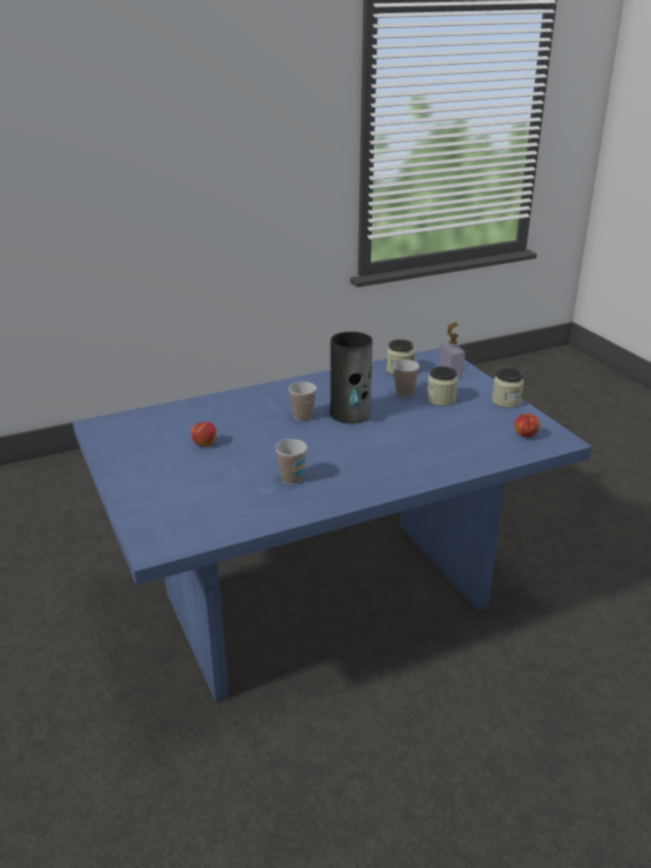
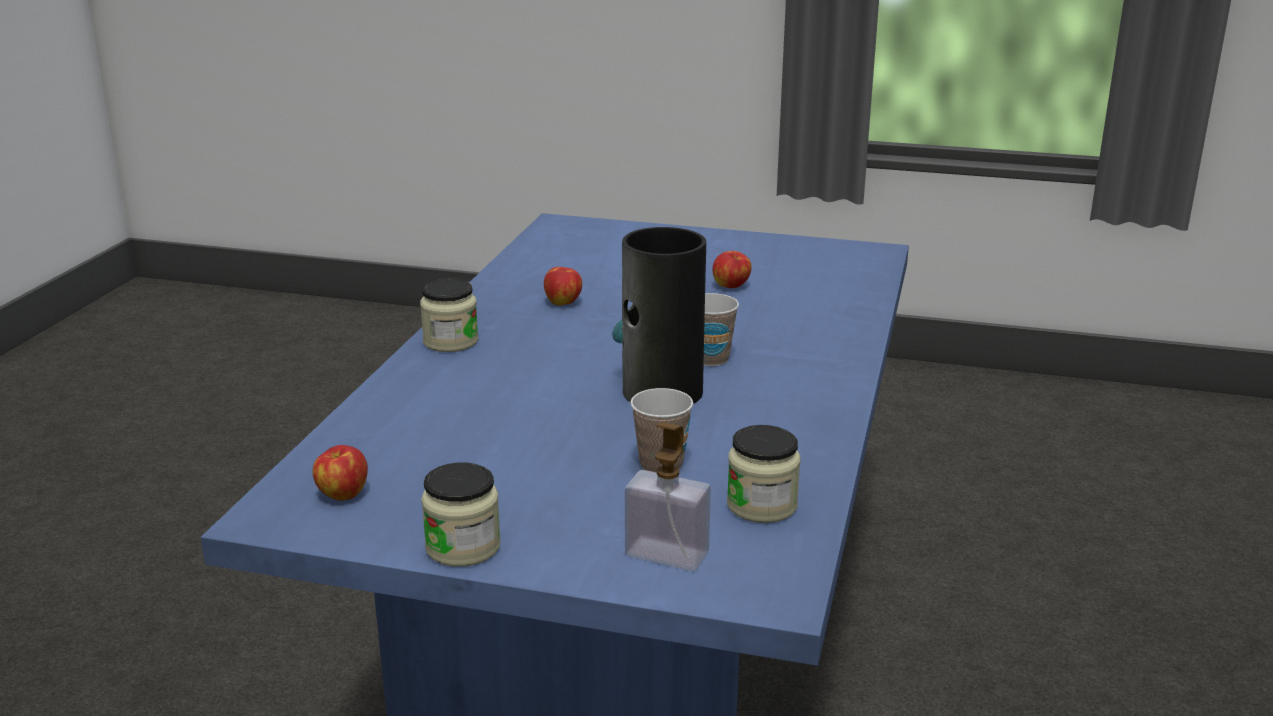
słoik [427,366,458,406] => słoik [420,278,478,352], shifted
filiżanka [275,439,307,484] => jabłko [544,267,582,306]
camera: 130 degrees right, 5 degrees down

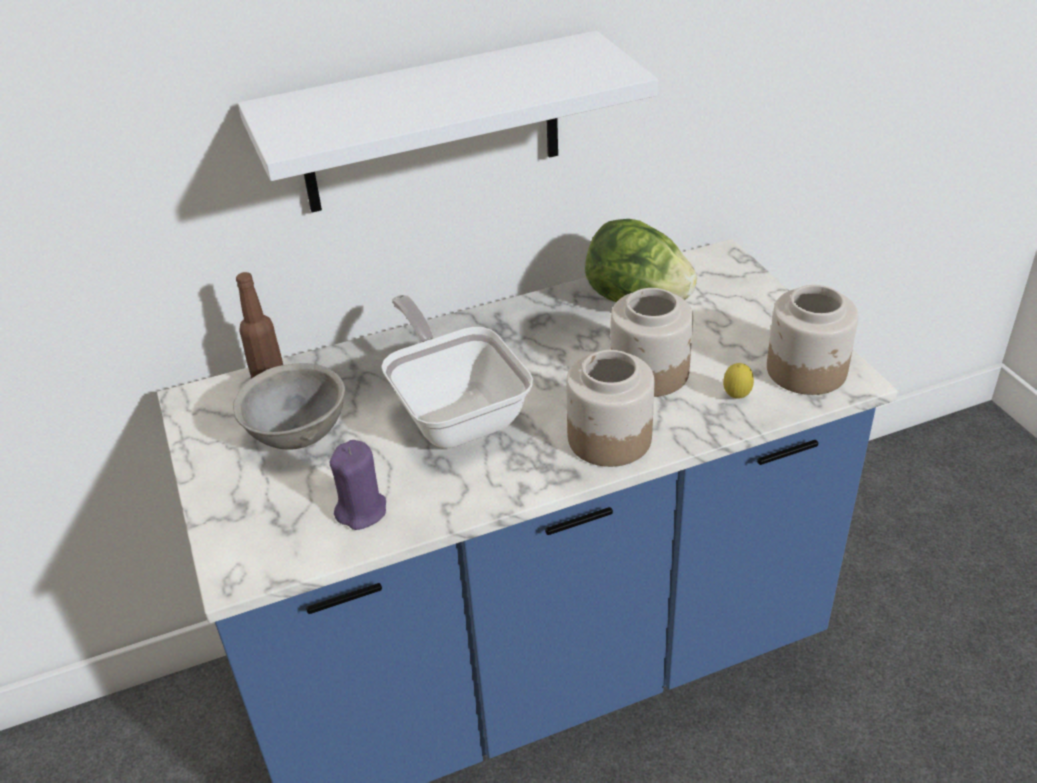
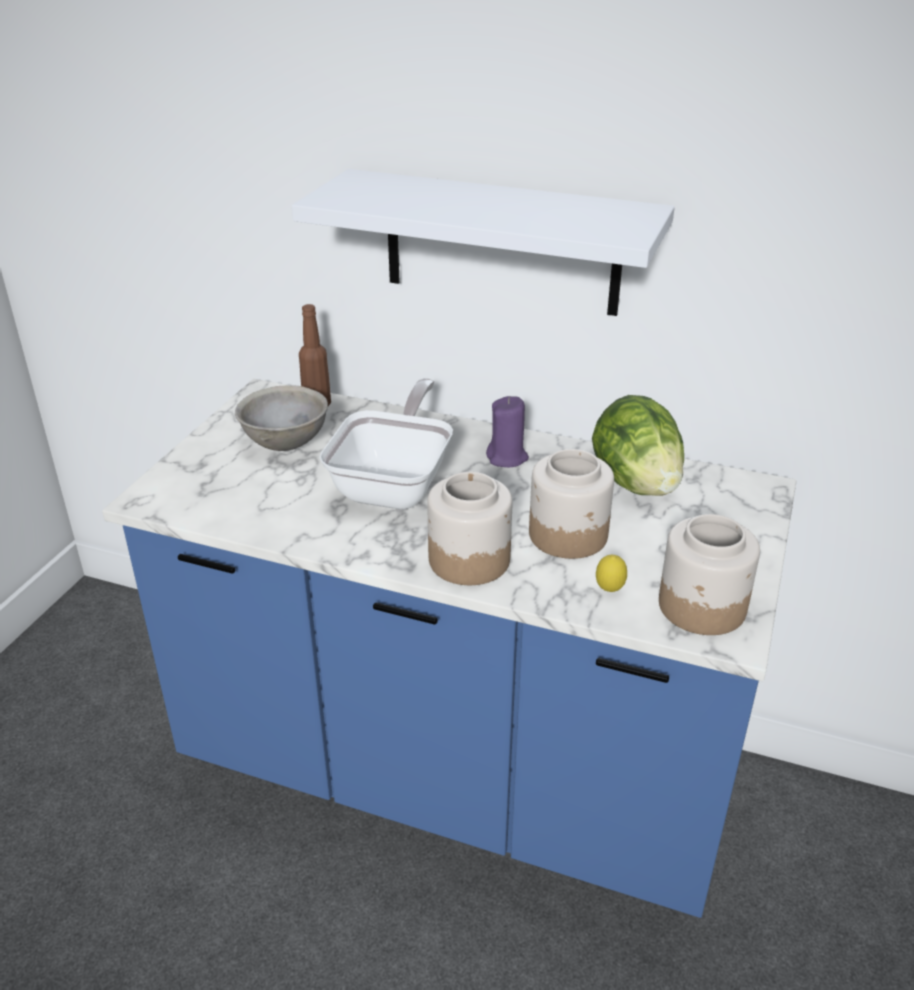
świeca (fioletowy) [329,440,386,530] => świeca (fioletowy) [486,396,529,467], shifted
camera: 40 degrees right, 5 degrees down

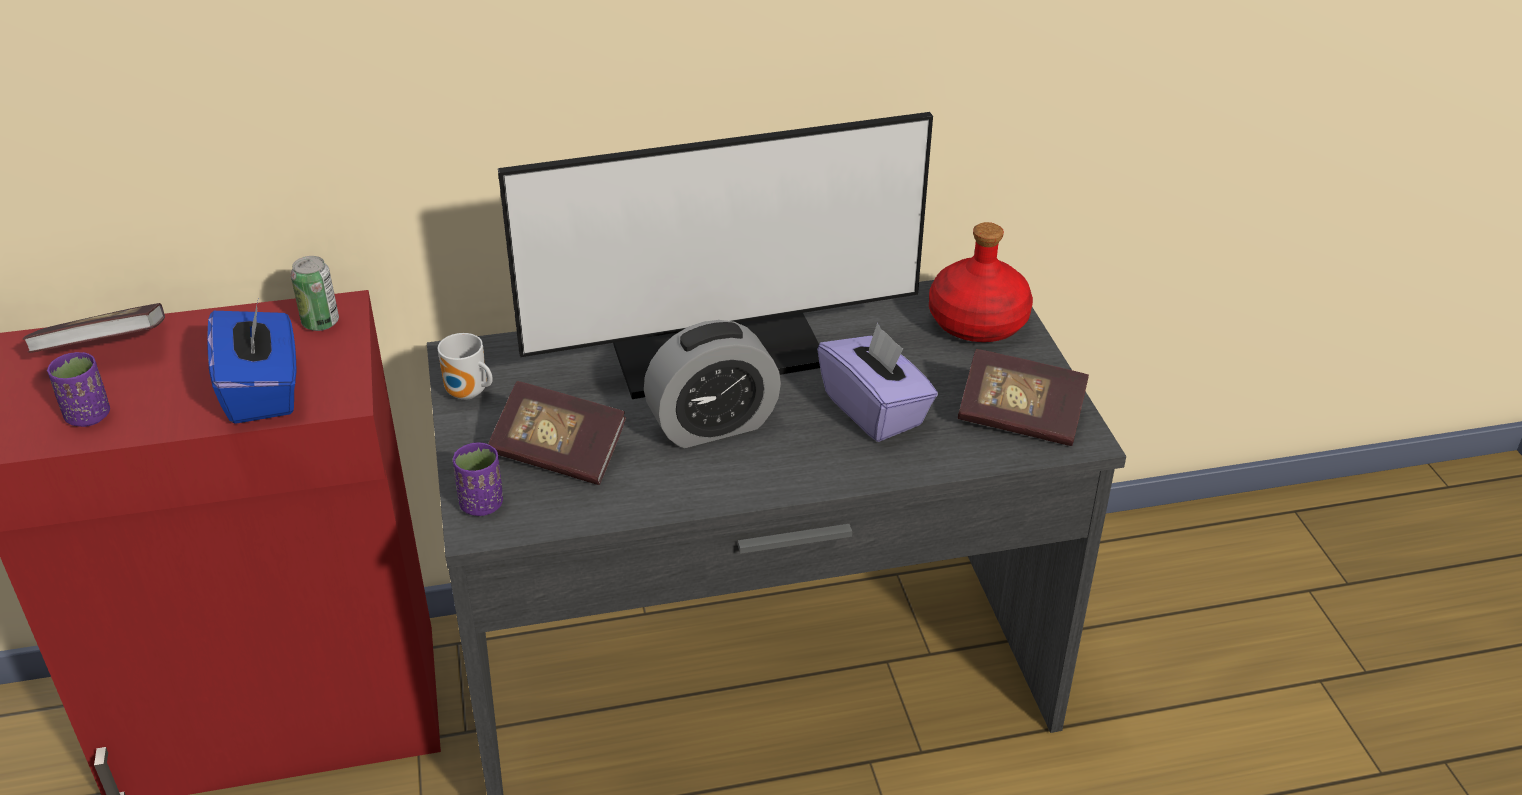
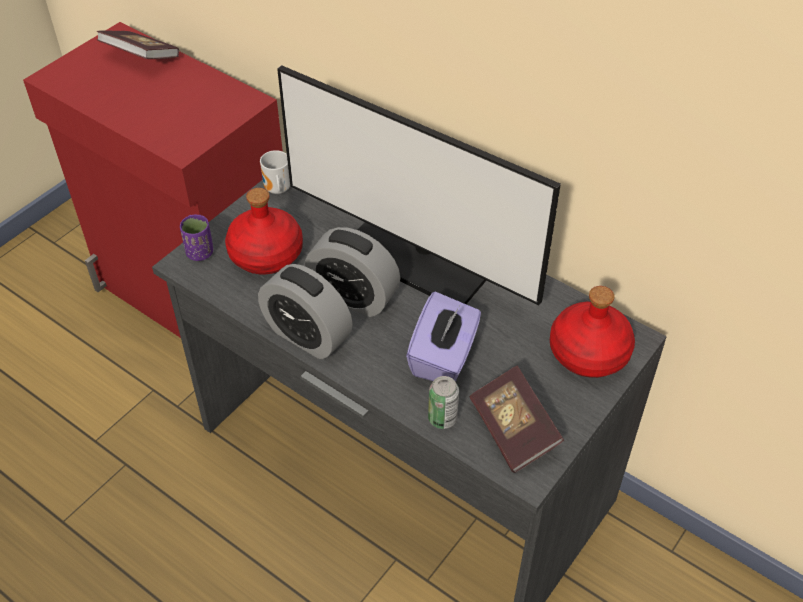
filiżanka (fioletowy) [47,352,110,427] => nothing
pudełko chusteczek (niebieski) [207,301,297,424] => nothing
nothing => budzik [258,264,353,359]
puszka [291,256,339,331] => puszka [428,376,459,429], shifted
książka [488,381,626,485] => butelka (czerwony) [225,188,303,274]
camera: 50 degrees right, 10 degrees up

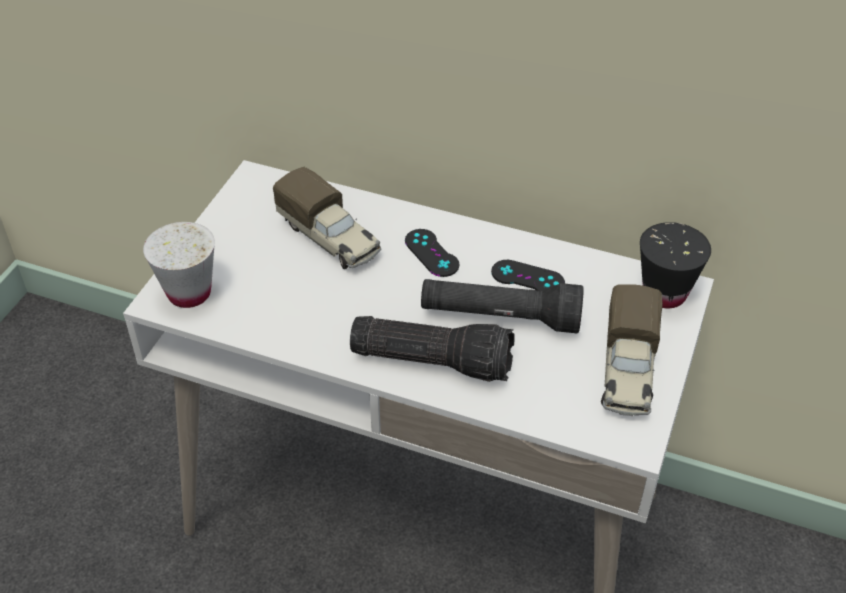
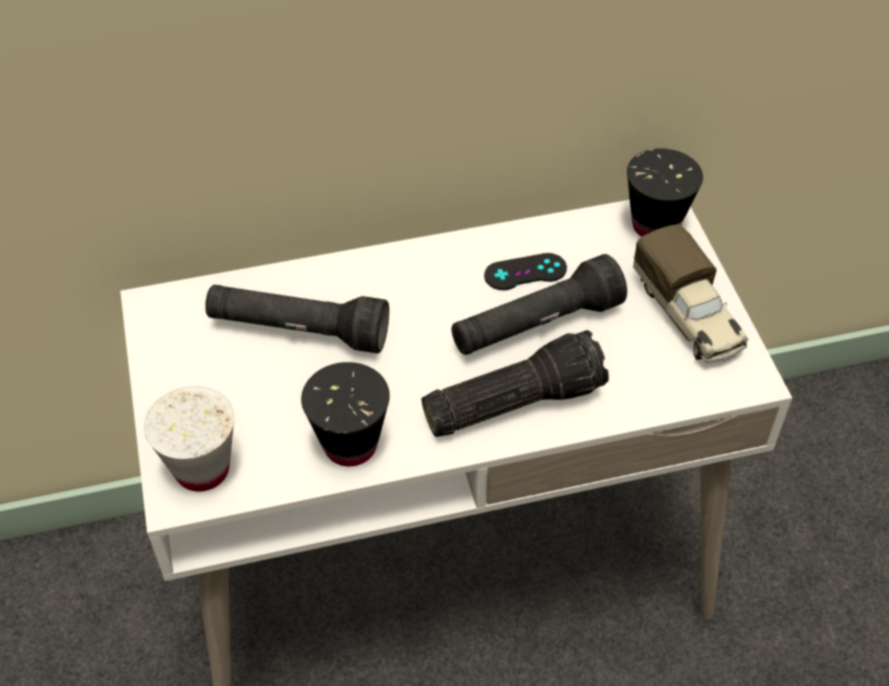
pad do gier (czarny) [405,229,459,277] => nothing
nothing => filiżanka (czarny) [301,362,390,466]
ciężarówka zabawkowa [273,167,381,269] => latarka (czarny) [205,285,389,354]
camera: 35 degrees left, 5 degrees up

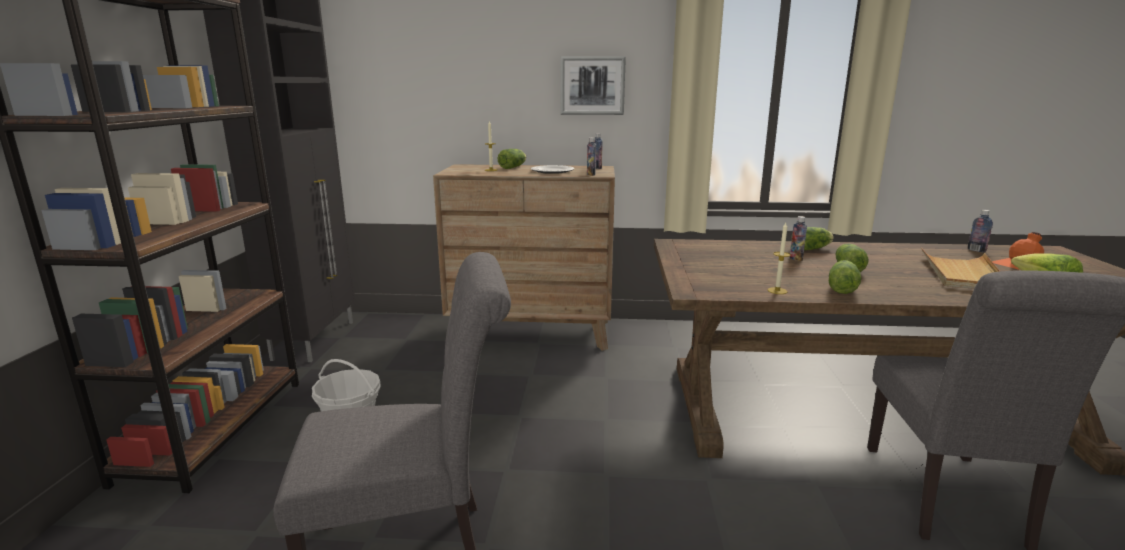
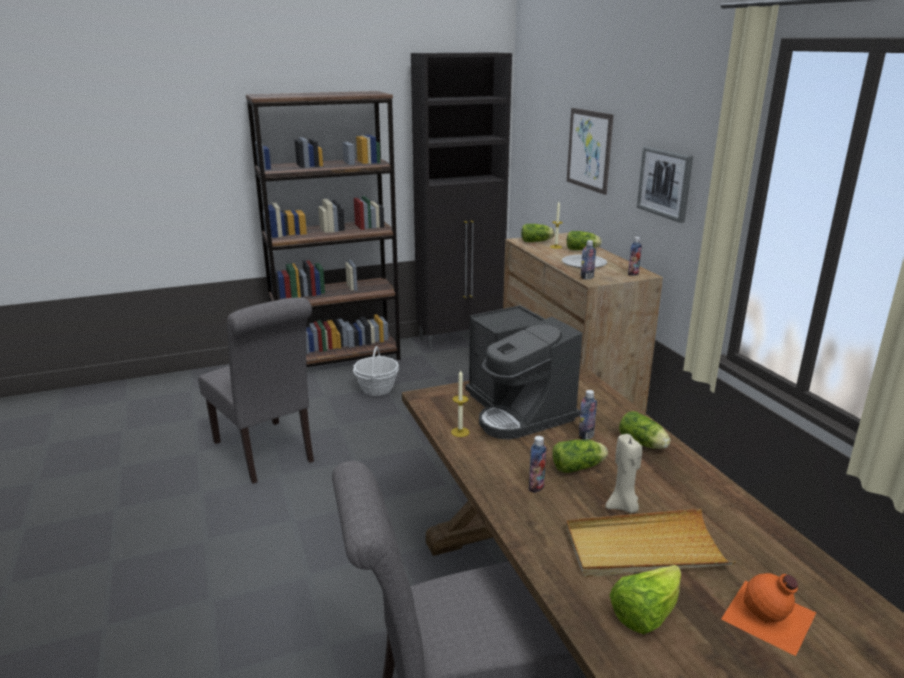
nothing => ekspres do kawy [465,305,582,439]
nothing => obraz [567,108,614,195]
nothing => świeca (beżowy) [606,434,642,513]
sałata [829,260,862,294] => sałata [521,224,555,242], shifted
butelka [968,210,993,253] => butelka [529,436,547,493], shifted
camera: 65 degrees right, 5 degrees up

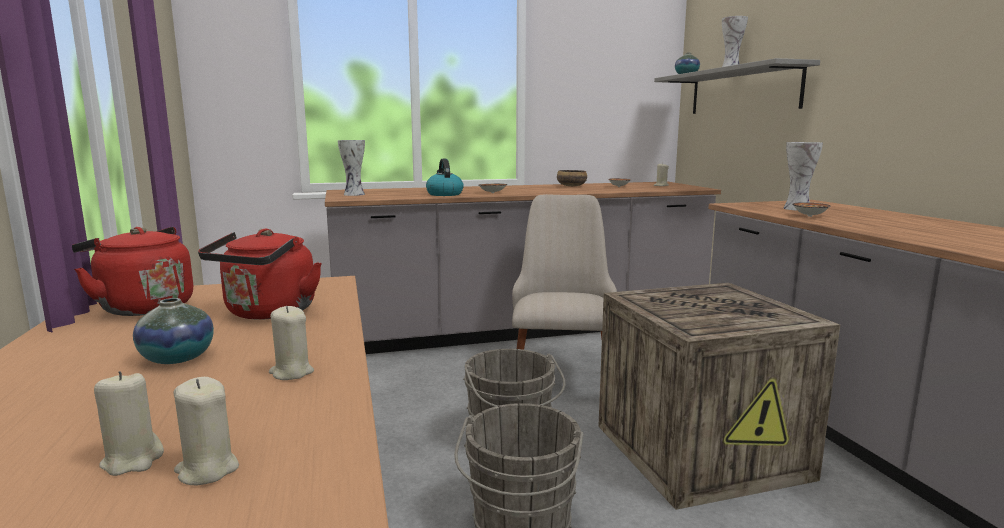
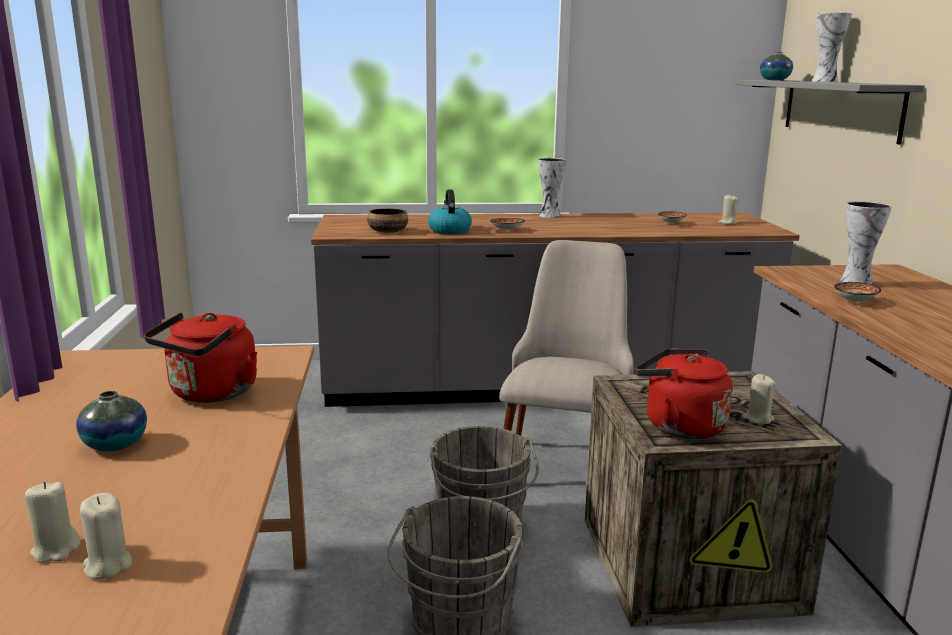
czajnik (czerwony) [72,227,193,316] => czajnik (czerwony) [635,349,733,439], shifted
świeca (beżowy) [269,306,314,380] => świeca (beżowy) [742,374,776,424], shifted
wazon [338,140,365,196] => wazon [538,158,566,218], shifted
miska [557,170,587,186] => miska [367,208,408,233], shifted
camera: 10 degrees right, 5 degrees up

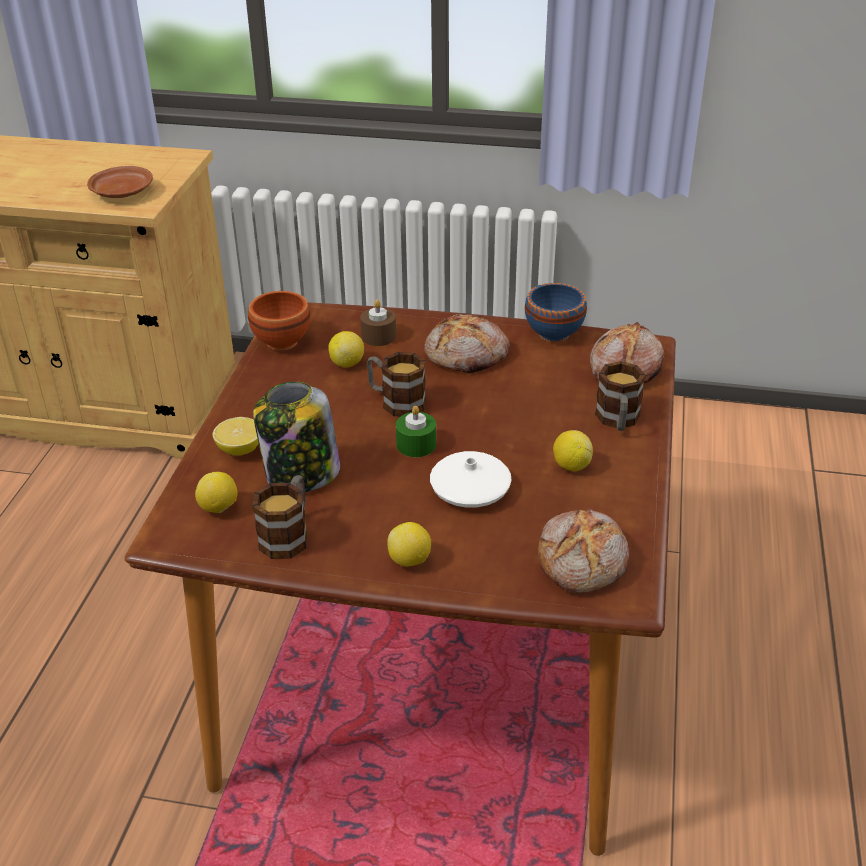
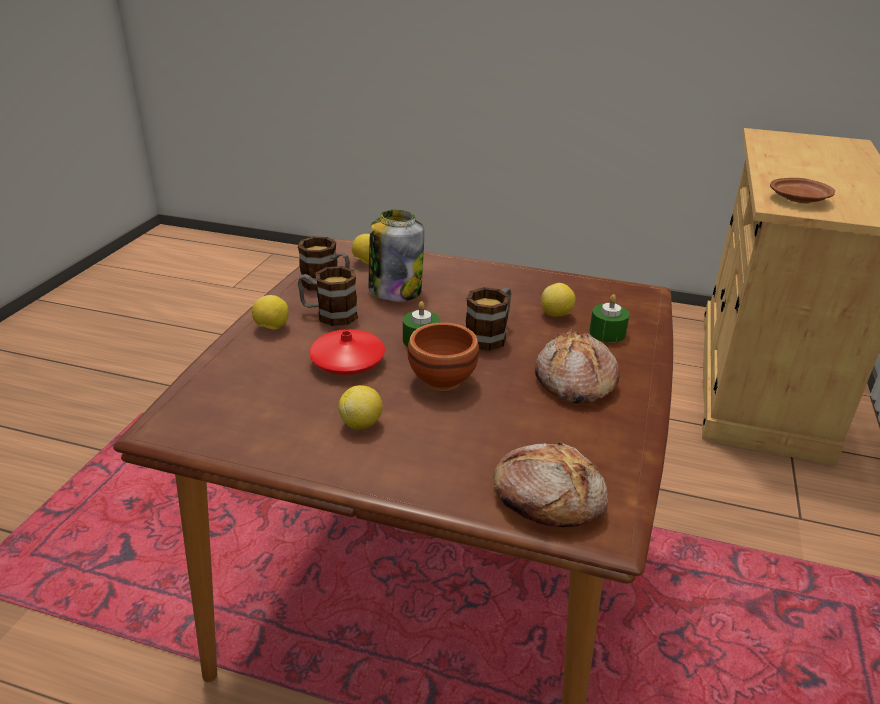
cytryna [212,417,259,456] => nothing
miska (niebieski) [525,283,587,342] => nothing
chleb [538,508,629,593] => nothing
miska (brązowy) [248,291,311,351] => miska (brązowy) [407,323,479,391], shifted
kubek [595,361,645,431] => kubek [298,266,358,326], shifted
świeca (brązowy) [360,300,396,346] => świeca (zielony) [589,294,630,342]
wazon (biały) [430,451,512,508] => wazon (czerwony) [309,329,385,375]
camera: 95 degrees right, 5 degrees down

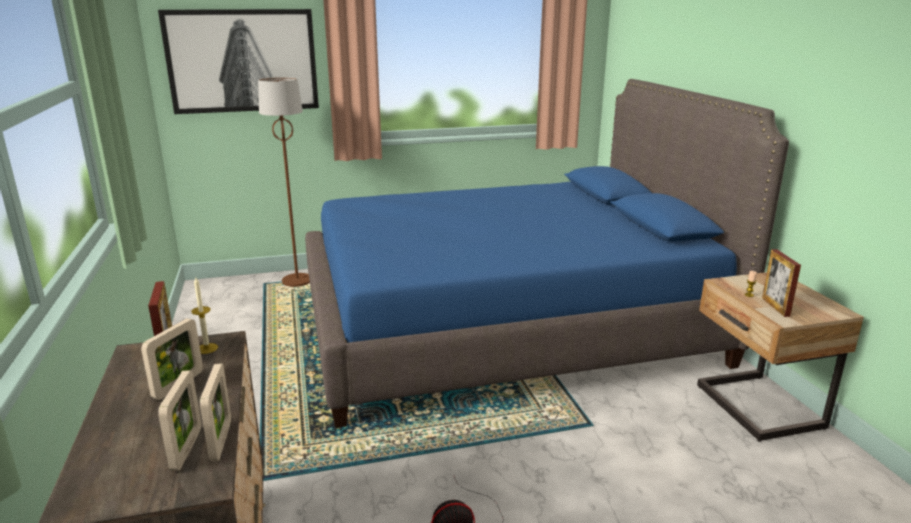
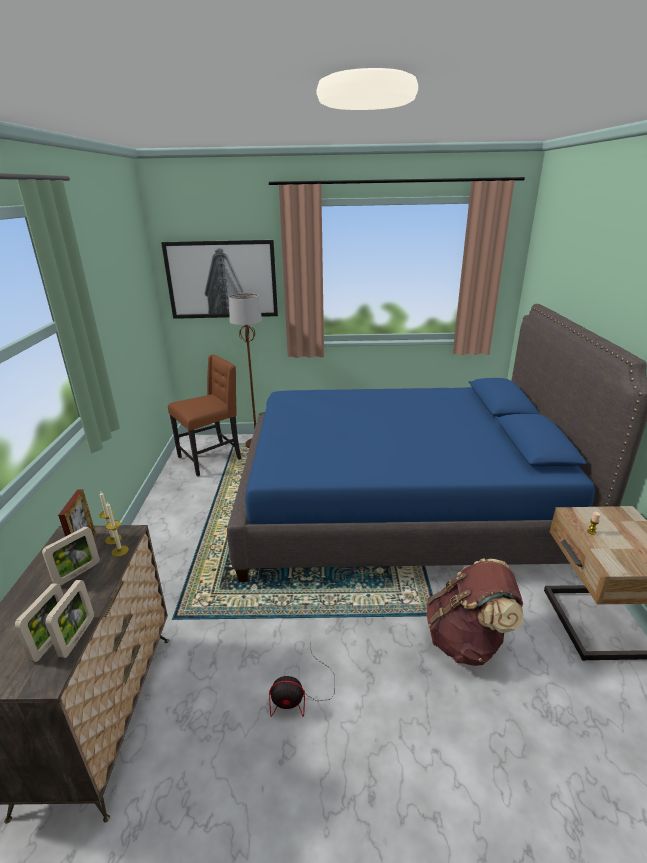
ramka na zdjęcie [762,249,801,317] => nothing
nothing => świeca [106,502,129,557]
nothing => krzesło (brązowy) [168,355,241,476]
nothing => plecak (brązowy) [427,558,523,666]
camera: 15 degrees right, 5 degrees up

